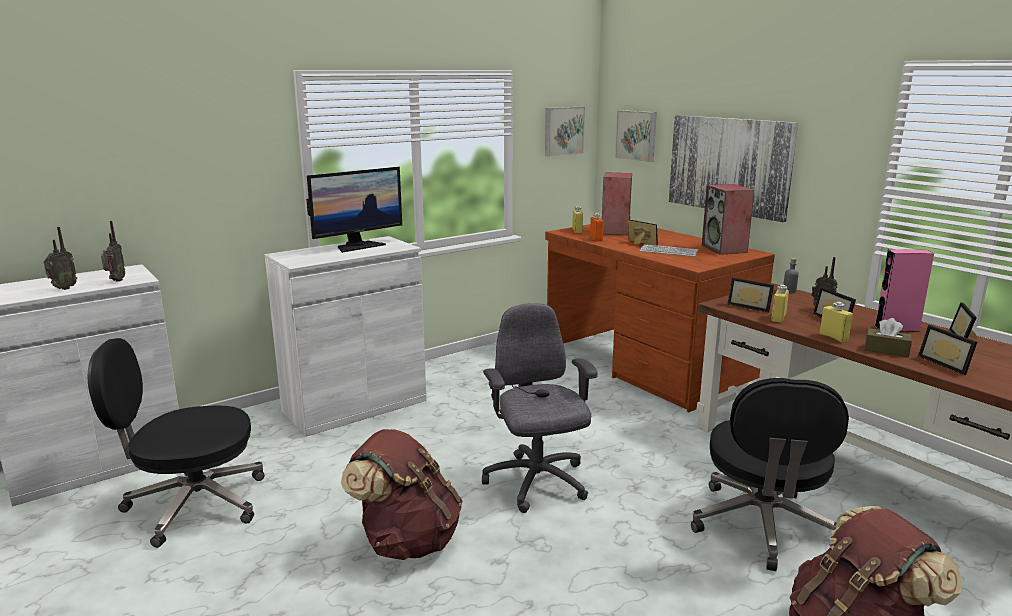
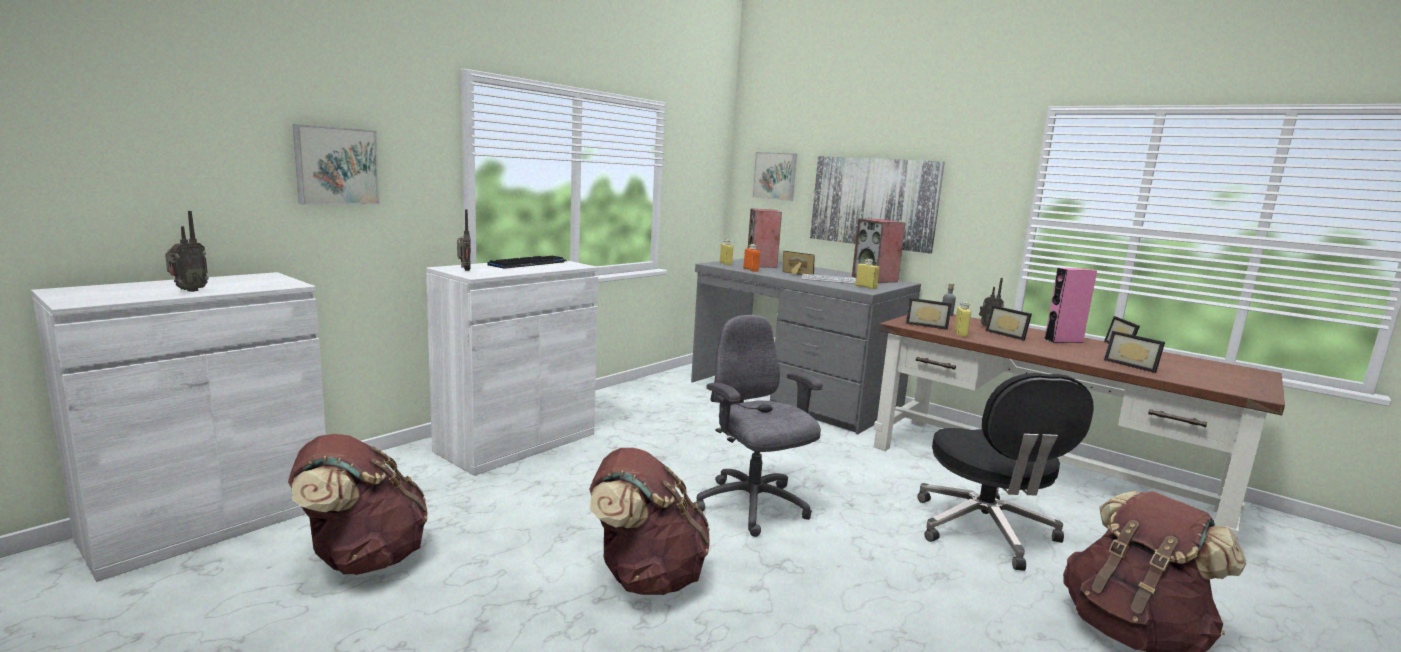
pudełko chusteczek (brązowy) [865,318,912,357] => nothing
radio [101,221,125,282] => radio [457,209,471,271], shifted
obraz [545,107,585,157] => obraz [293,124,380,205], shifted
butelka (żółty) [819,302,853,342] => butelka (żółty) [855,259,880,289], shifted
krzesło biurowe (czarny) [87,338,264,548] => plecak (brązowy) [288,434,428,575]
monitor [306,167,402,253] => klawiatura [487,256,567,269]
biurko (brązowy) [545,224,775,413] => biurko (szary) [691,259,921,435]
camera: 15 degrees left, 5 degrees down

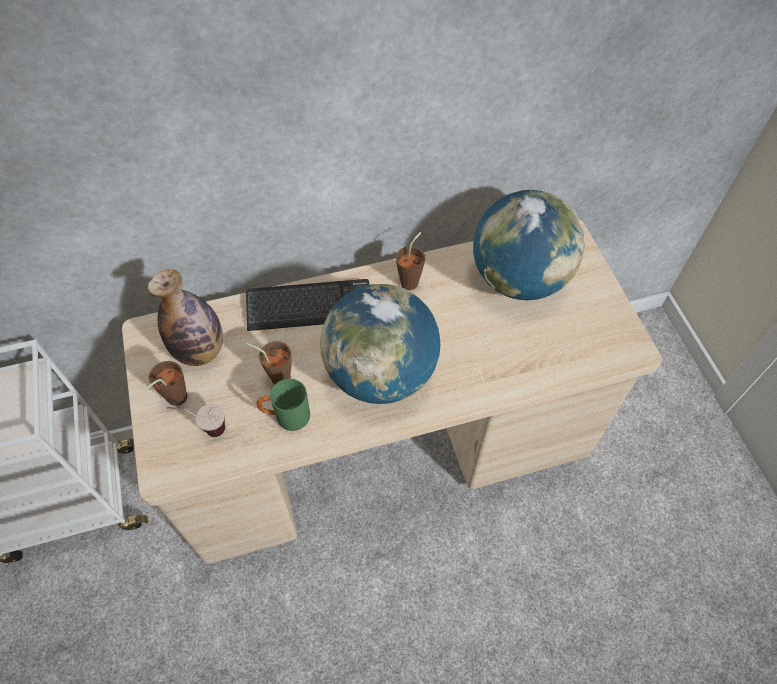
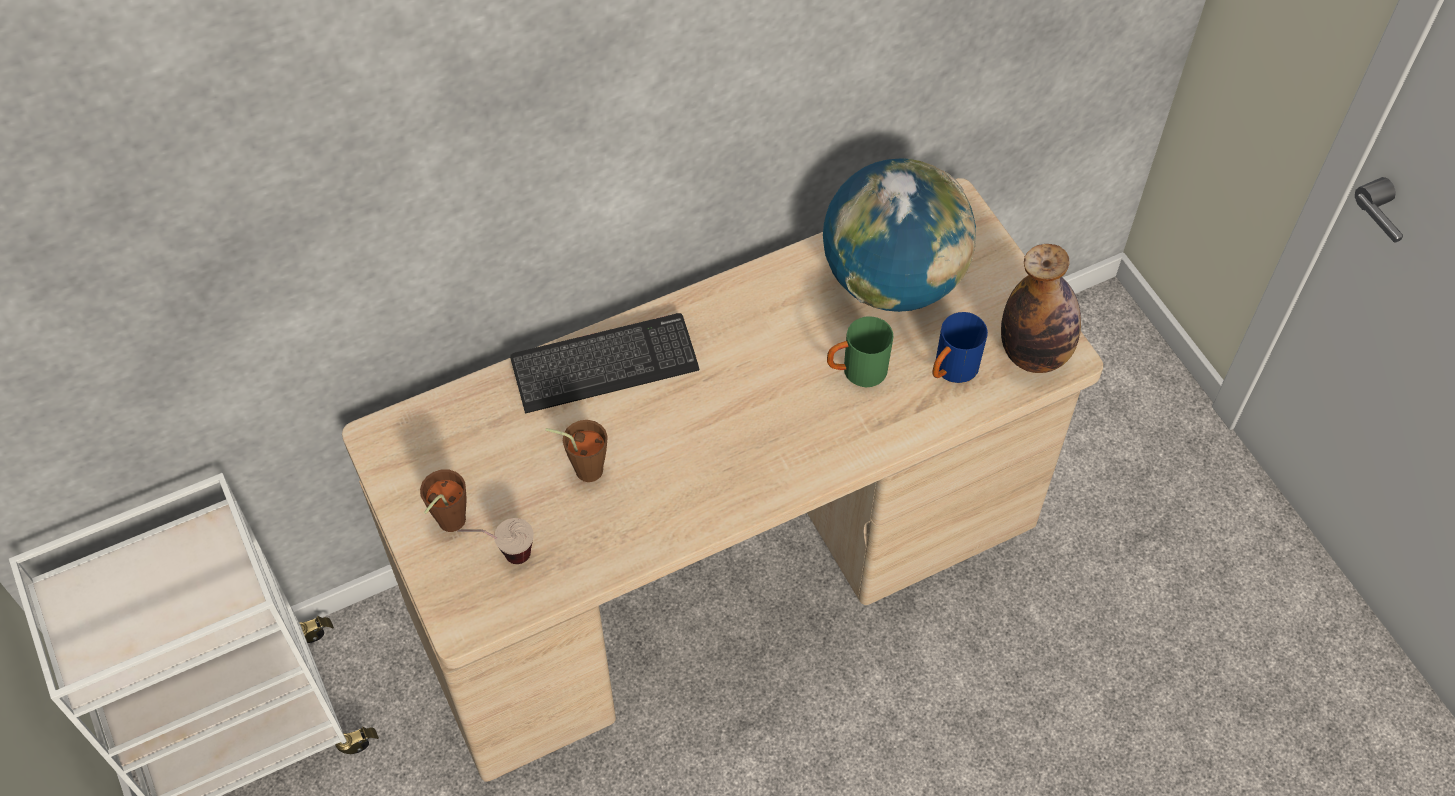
globus [320,284,440,404] => nothing
filiżanka (brązowy) [396,232,426,290] => nothing
nothing => kubek (niebieski) [932,312,988,383]
butelka [148,269,223,366] => butelka [1001,244,1081,373], shifted
kubek (zielony) [257,379,310,431] => kubek (zielony) [827,316,893,387], shifted
camera: 10 degrees left, 0 degrees up

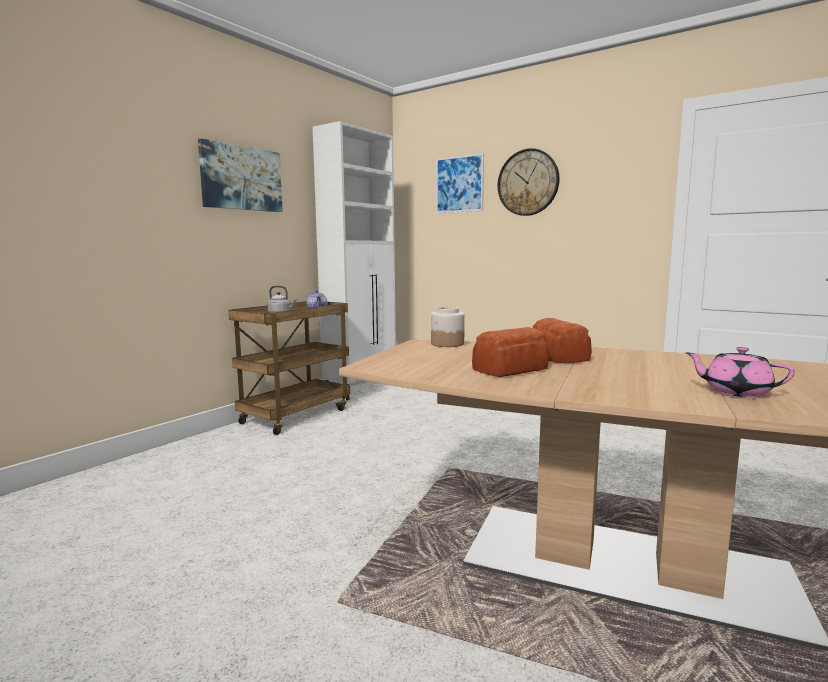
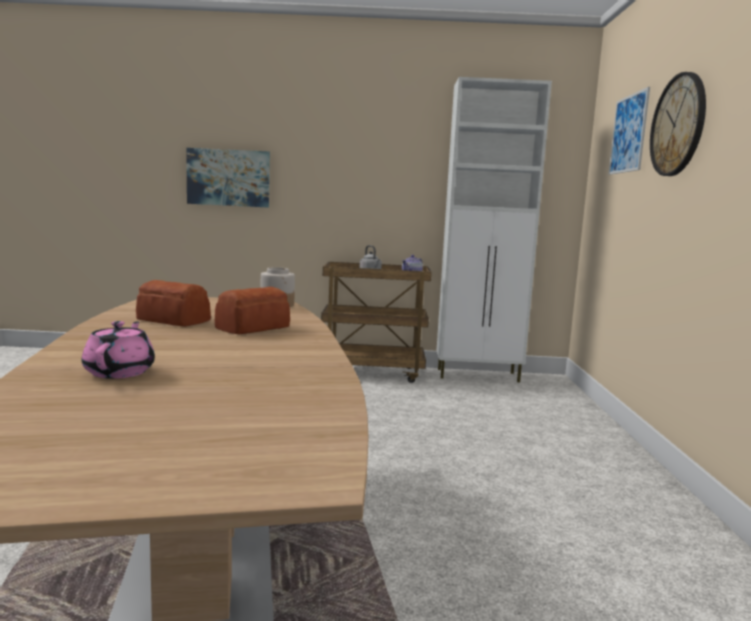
obraz [198,138,283,212] => obraz [186,148,270,207], shifted
camera: 55 degrees right, 0 degrees up

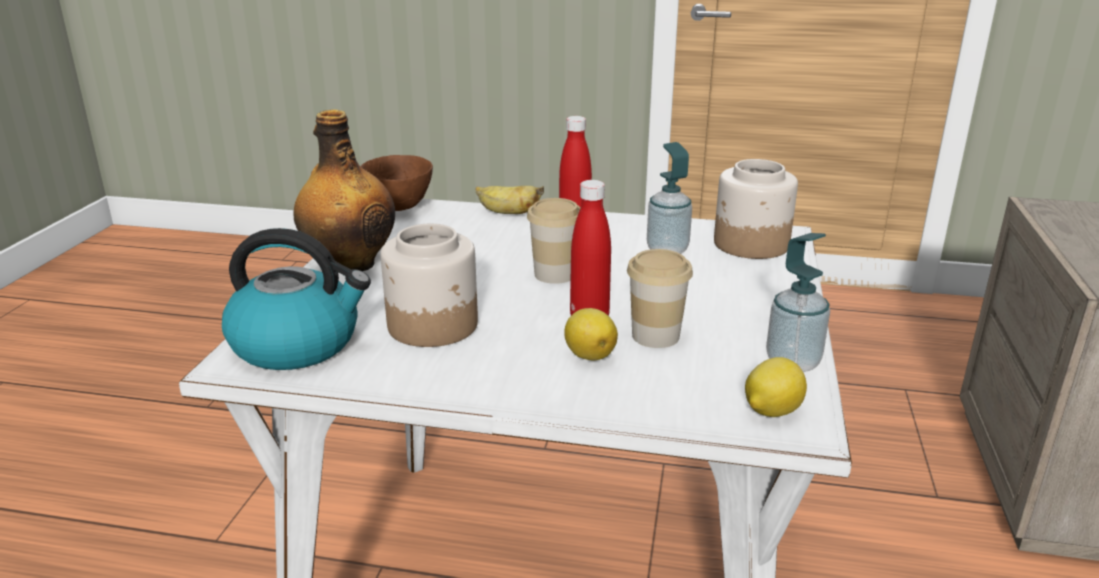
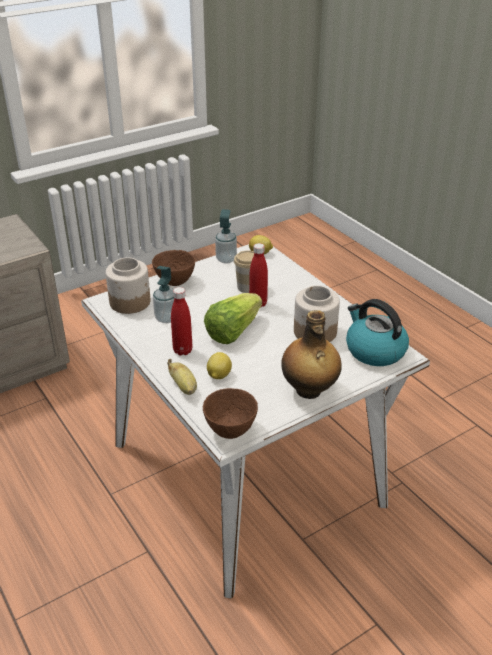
nothing => miska (brązowy) [152,250,195,286]
cytryna [564,308,618,361] => cytryna [207,352,232,379], shifted
filiżanka [527,198,581,284] => sałata [204,293,262,344]
camera: 135 degrees left, 10 degrees up

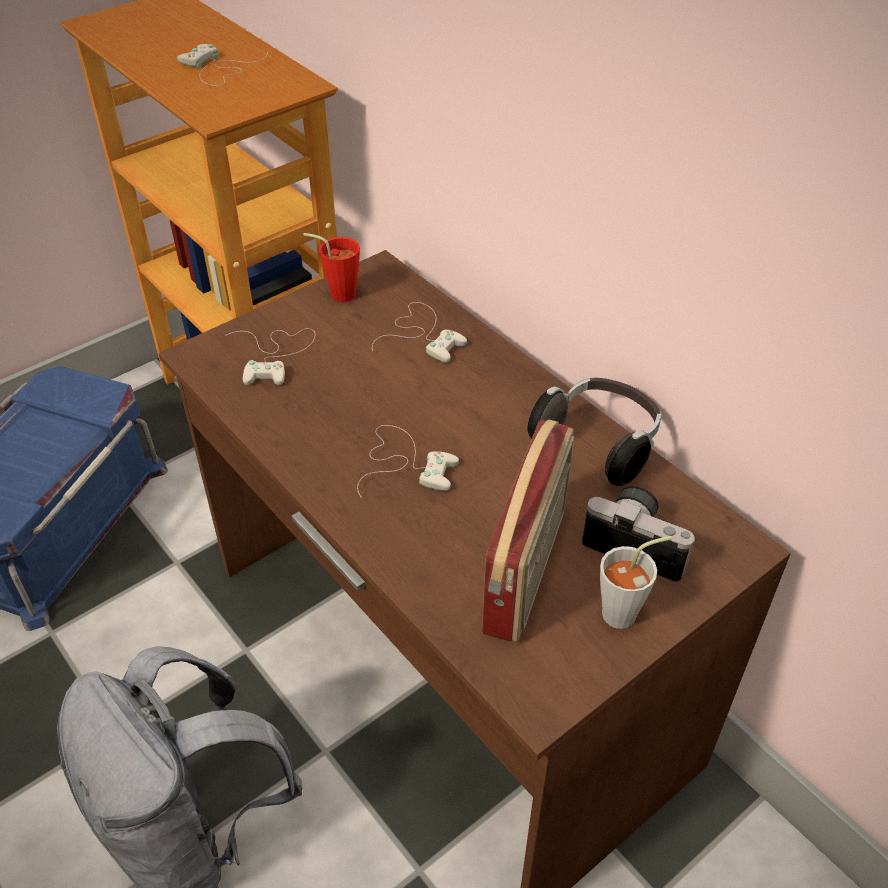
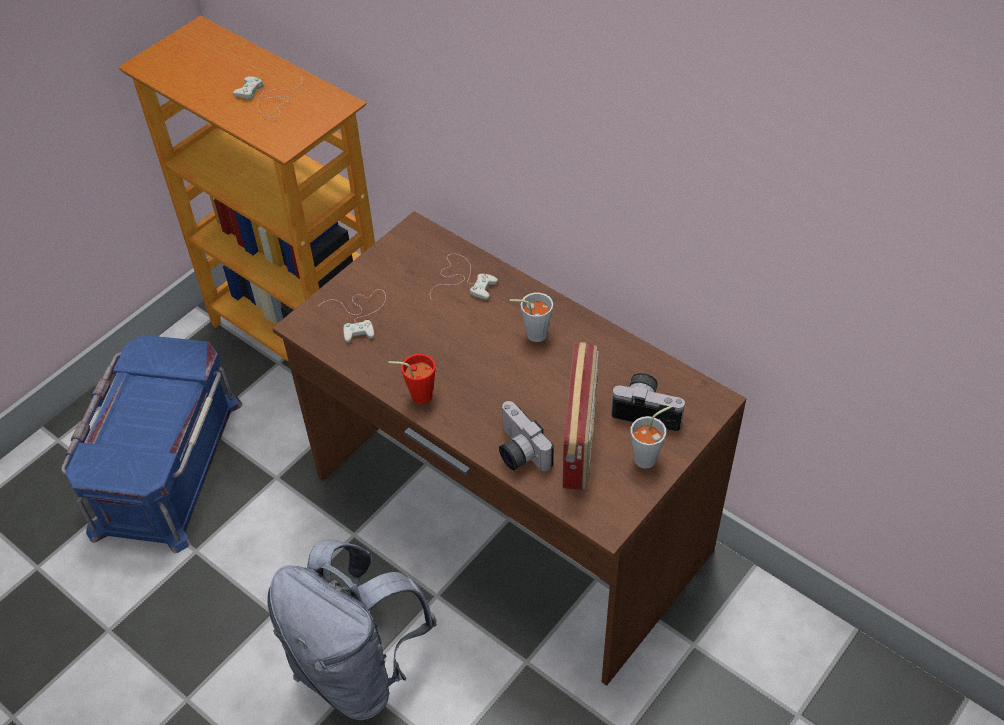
pad do gier (biały) [357,425,459,498] => nothing
słuchawki [527,377,662,486] => nothing
nothing => aparat fotograficzny [499,401,554,472]
nothing => filiżanka (szary) [510,292,553,342]
filiżanka (czerwony) [303,233,360,302] => filiżanka (czerwony) [388,354,435,404], shifted
camera: 10 degrees left, 5 degrees up

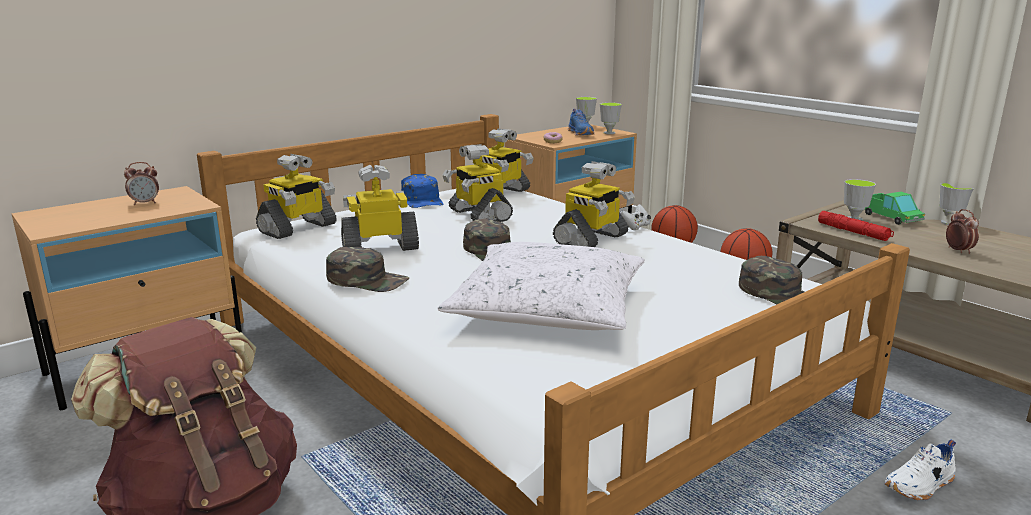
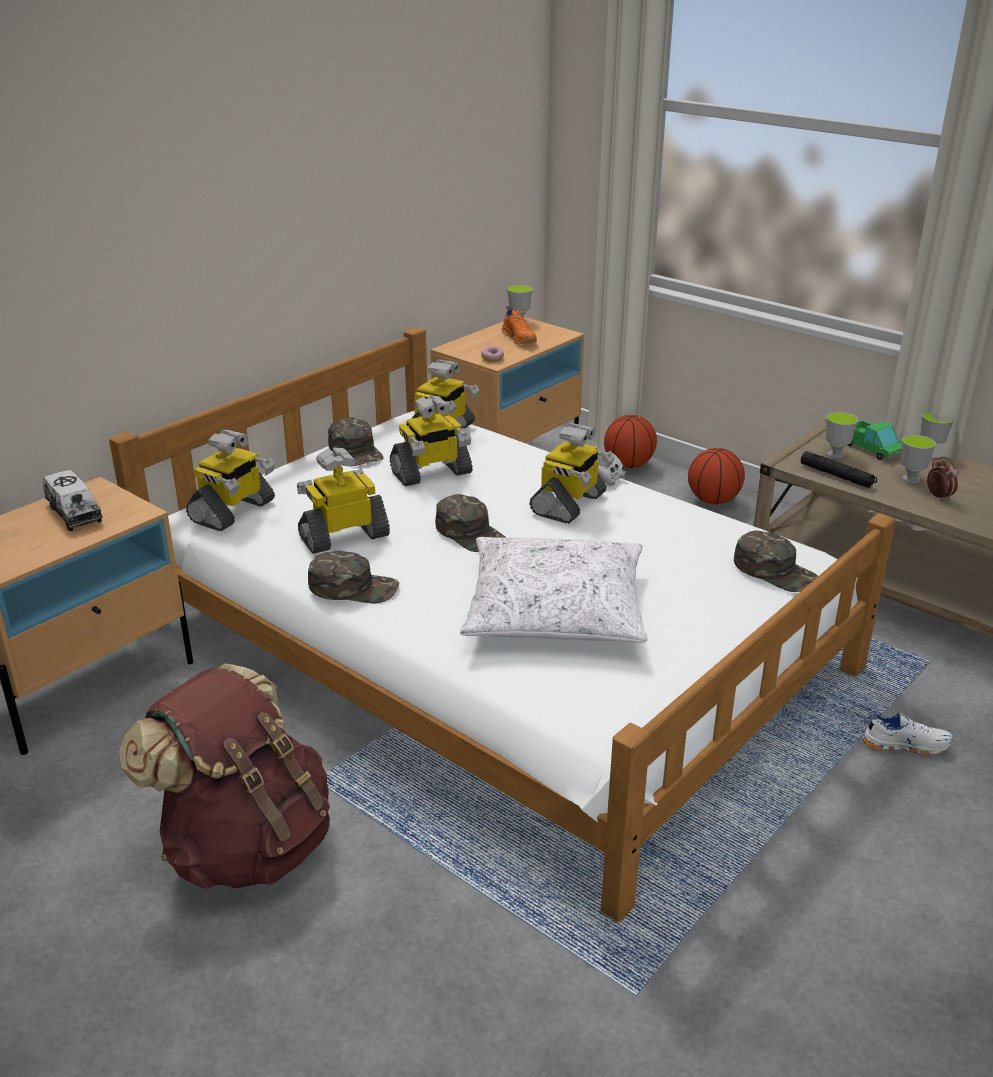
filiżanka [600,102,622,134] => filiżanka [901,435,936,483], shifted
budzik [124,162,159,205] => ciężarówka zabawkowa [43,470,102,531]
czapka z daszkiem (niebieski) [401,174,443,208] => czapka z daszkiem (zielony) [328,417,384,466]
but (niebieski) [568,109,594,135] => but (pomarańczowy) [501,306,537,344]
latarka (czerwony) [818,211,894,241] => latarka (czarny) [801,451,877,488]
robot zabawkowy [442,144,513,222] => robot zabawkowy [390,395,473,486], 75 degrees counterclockwise
but (biały) [885,440,956,500] => but (biały) [862,713,953,755], 135 degrees counterclockwise
camera: 10 degrees left, 10 degrees up

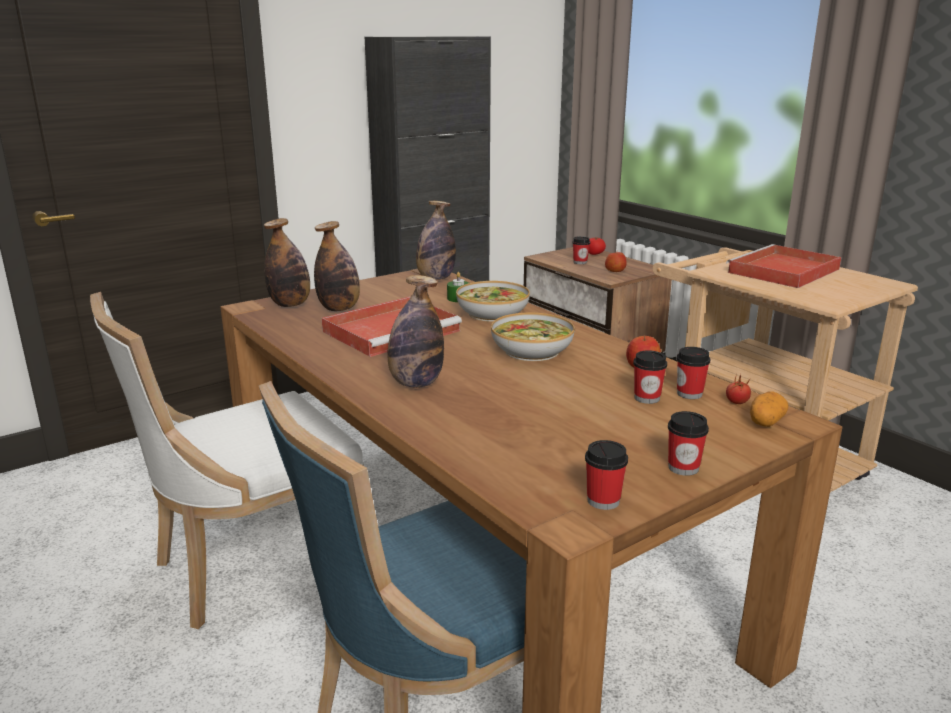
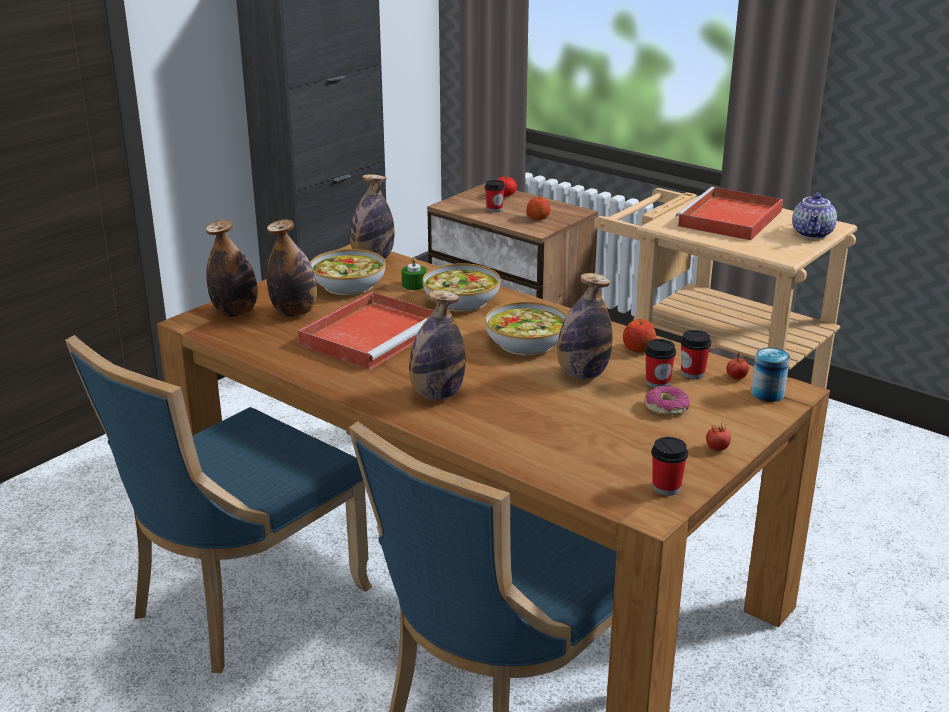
nothing => miska [310,249,386,295]
nothing => butelka [557,273,613,380]
nothing => donut [645,386,690,415]
nothing => imbryk [792,193,837,239]
filiżanka [668,411,709,476] => pomidor [706,422,731,451]
ziemniak [750,391,788,427] => puszka [751,348,790,402]
krzesło (biały) [90,292,364,629] => krzesło (niebieski) [65,335,372,673]
camera: 15 degrees left, 5 degrees up

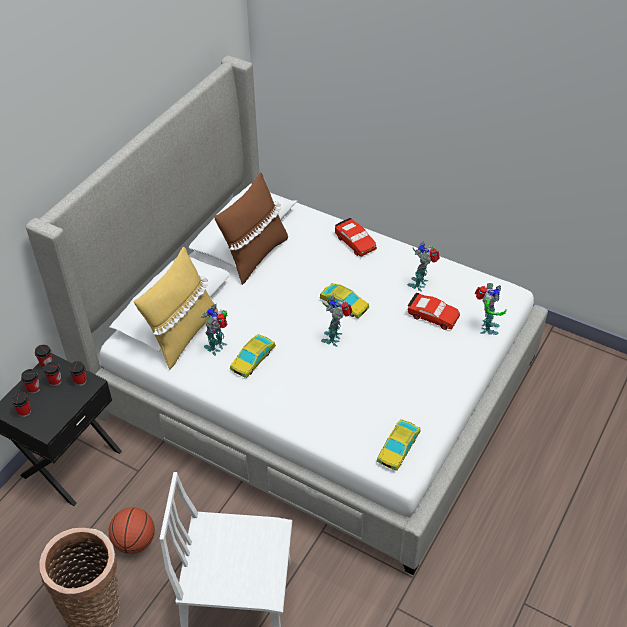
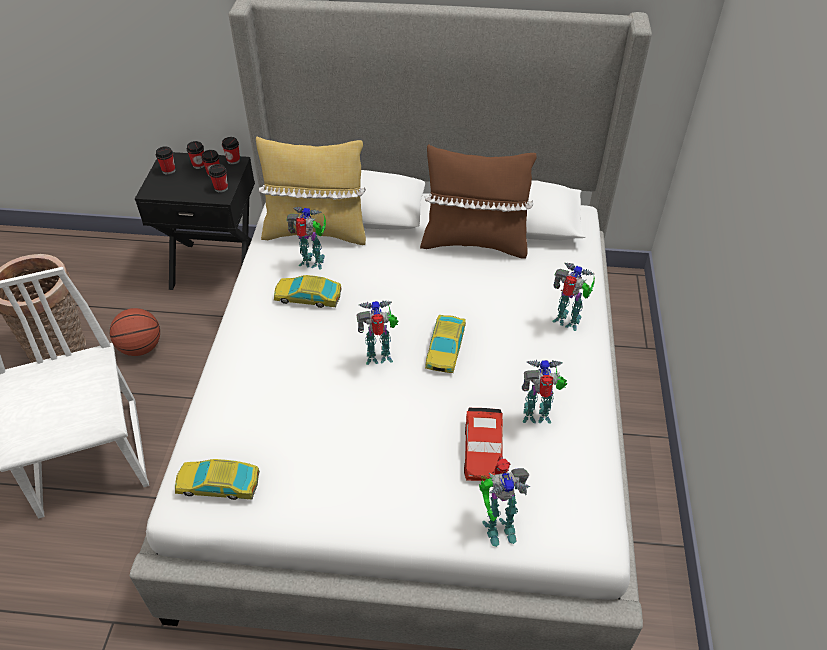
samochodzik (czerwony) [335,218,377,257] => robot zabawkowy [552,262,595,331]
camera: 65 degrees right, 0 degrees up

